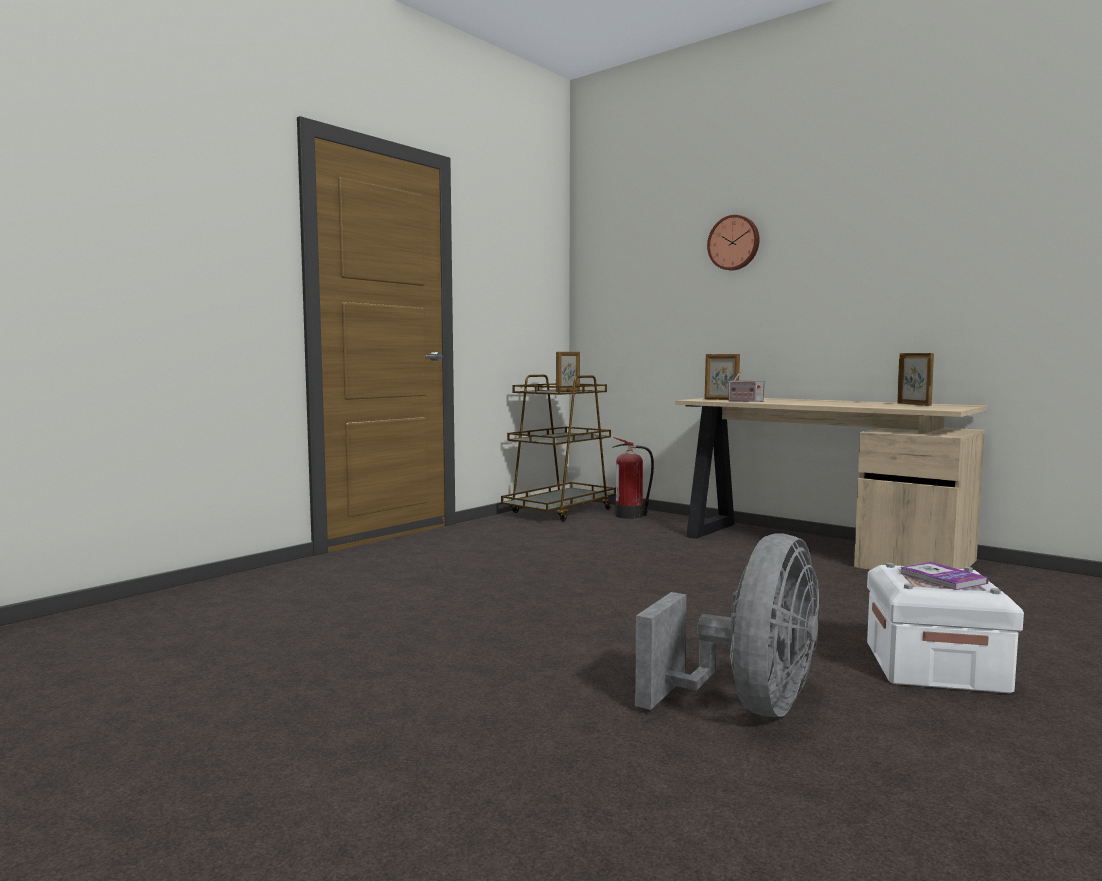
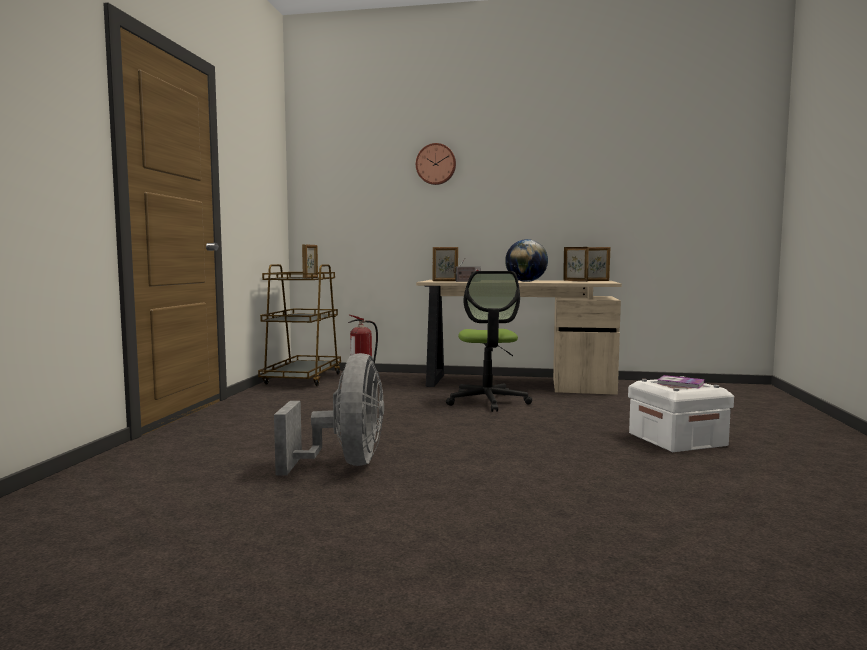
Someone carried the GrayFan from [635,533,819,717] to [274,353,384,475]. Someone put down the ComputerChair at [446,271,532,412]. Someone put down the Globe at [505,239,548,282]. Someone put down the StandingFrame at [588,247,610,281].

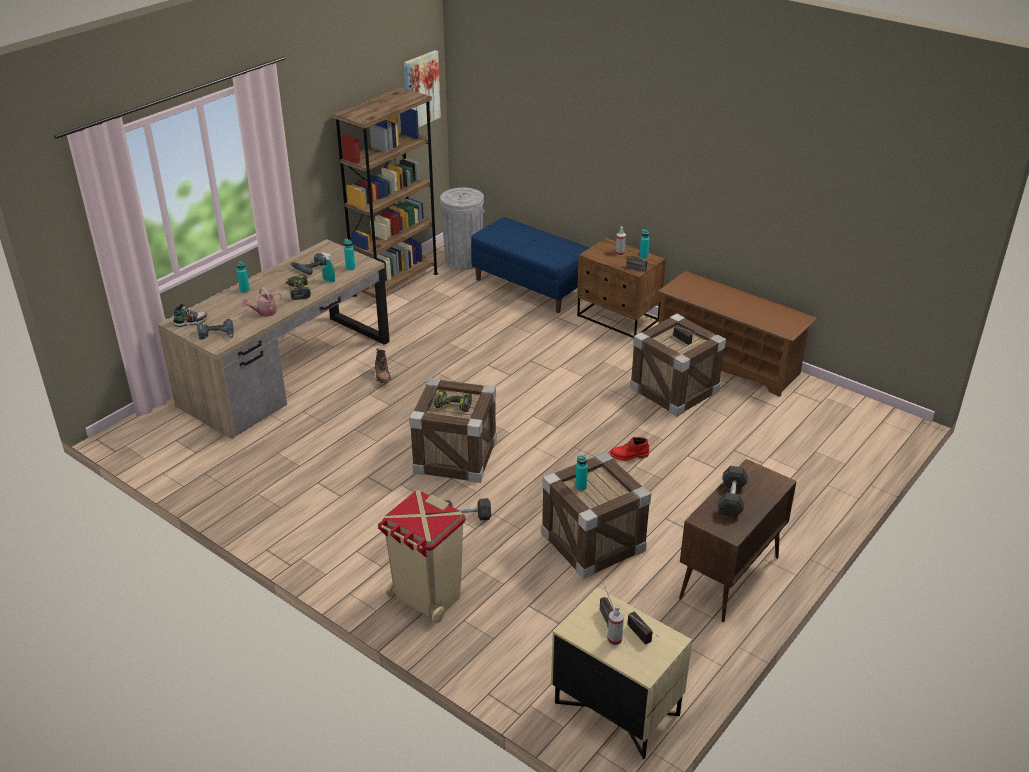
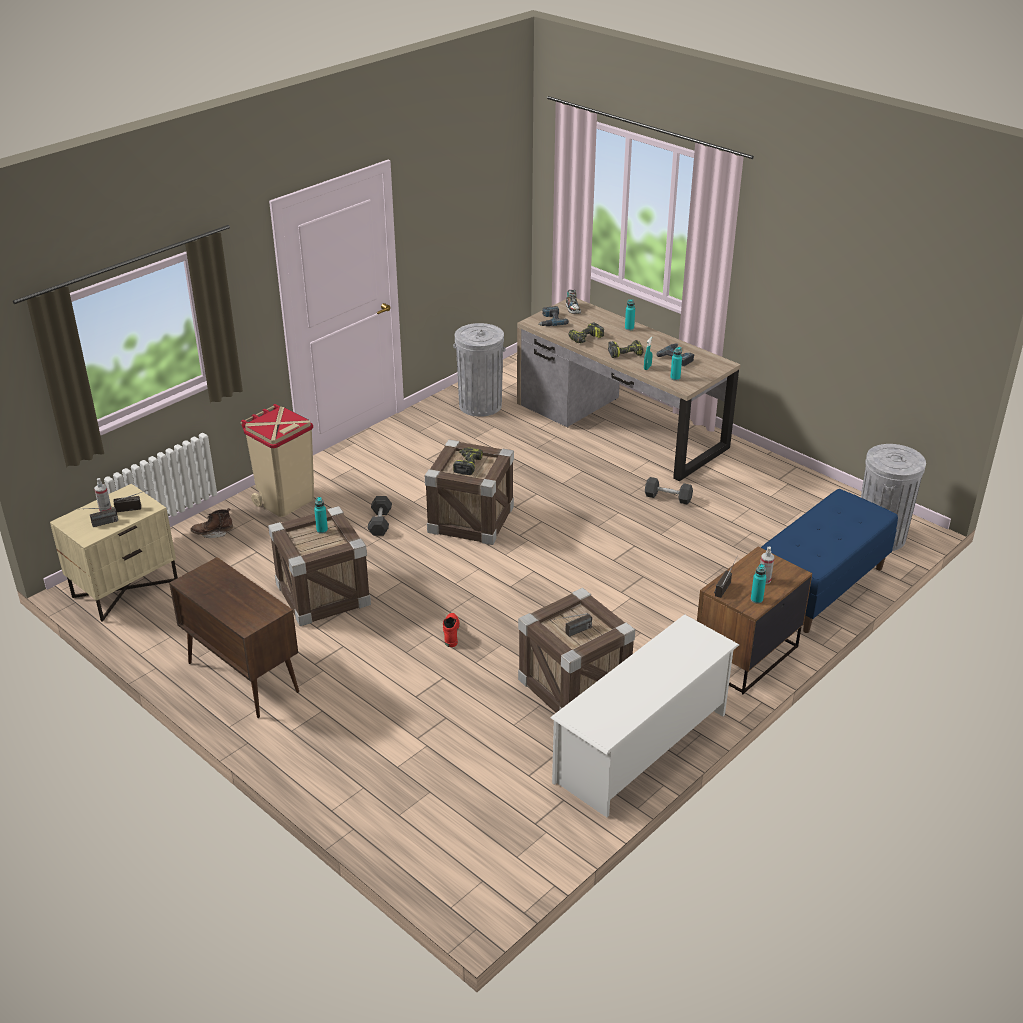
Someone swapped the WateringPot at [242,287,282,317] for the Drill at [569,323,604,343]. Someone took away the BrownBookshelf at [333,87,438,298]. Someone carried the BrownHighTopBoot from [372,348,392,383] to [191,508,233,538]. Someone took away the WallPicture at [404,50,441,127]. Someone repainted the BrownShoeShelf at [658,271,817,397], which became the WhiteShoeShelf at [550,614,739,817]. Someone carried the GrayDumbbell from [718,466,748,517] to [645,477,693,505]. Someone put down the GrayRubbishBin at [453,323,505,417].

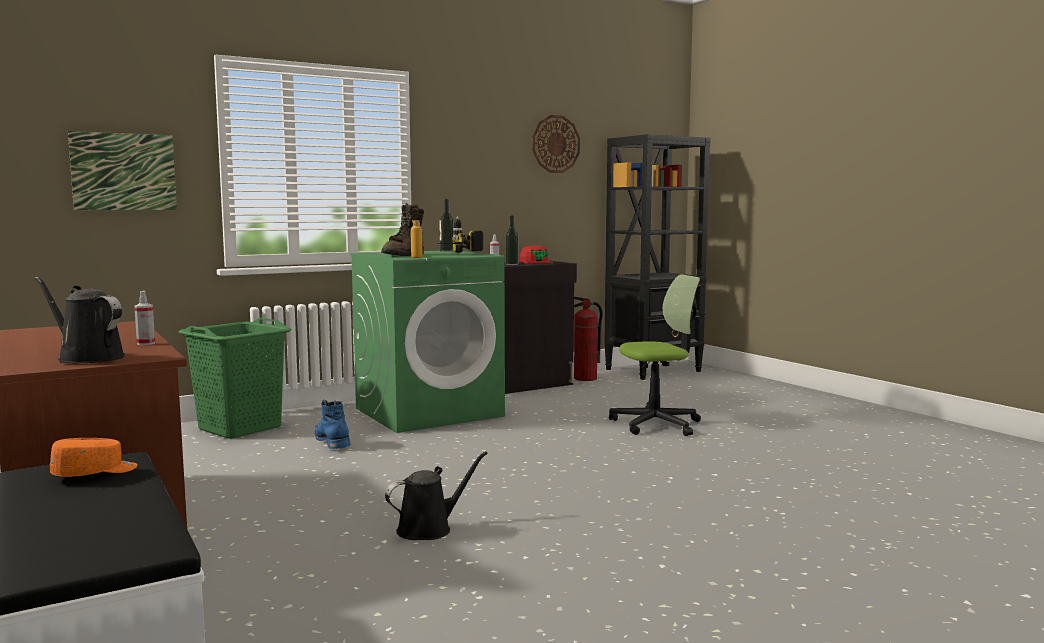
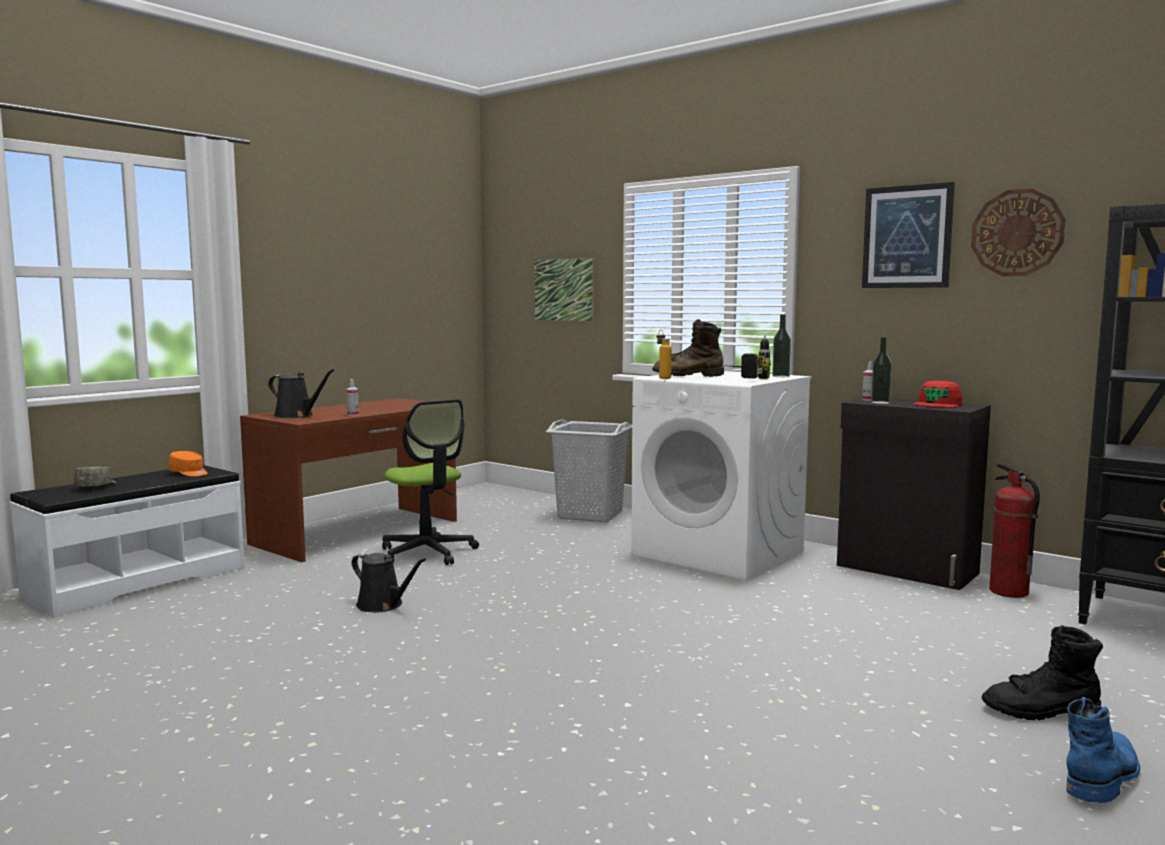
Someone rotated the BlackWateringPot at [35,277,125,363] by 105 degrees clockwise. Someone repainted the GreenishHamper at [178,318,291,439], which became the GrayHamper at [546,419,632,522]. Someone carried the BlueHighTopBoot from [315,400,351,449] to [1066,697,1141,803]. Someone repainted the GreenishLaundryMachine at [350,251,505,433], which became the WhiteLaundryMachine at [631,371,812,581]. Someone carried the ComputerChair from [609,274,701,436] to [382,399,479,565]. Someone put down the GrayPeakedCap at [74,466,117,486]. Someone put up the WallPicture at [862,182,955,288]. Someone put down the BlackHighTopBoot at [982,625,1103,720].

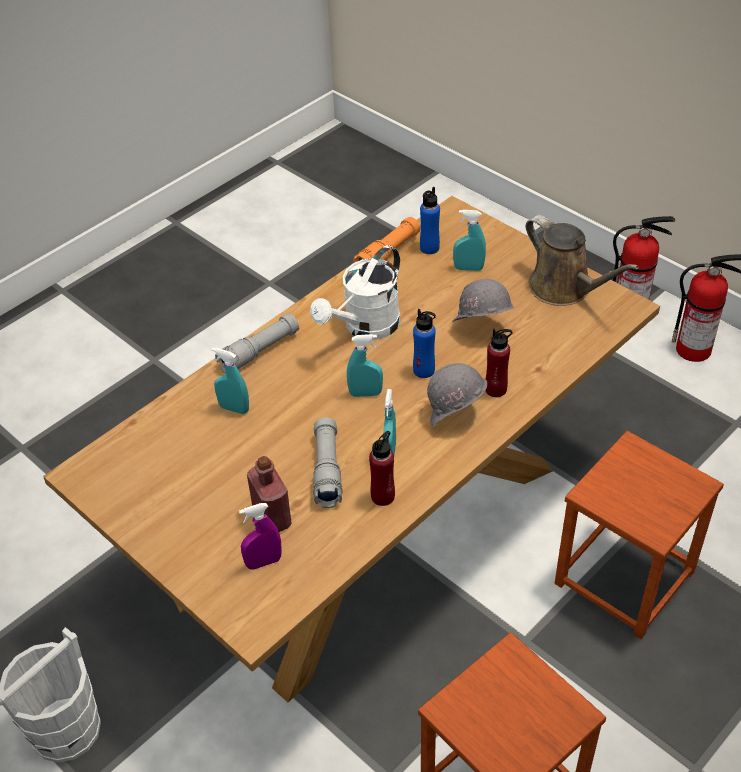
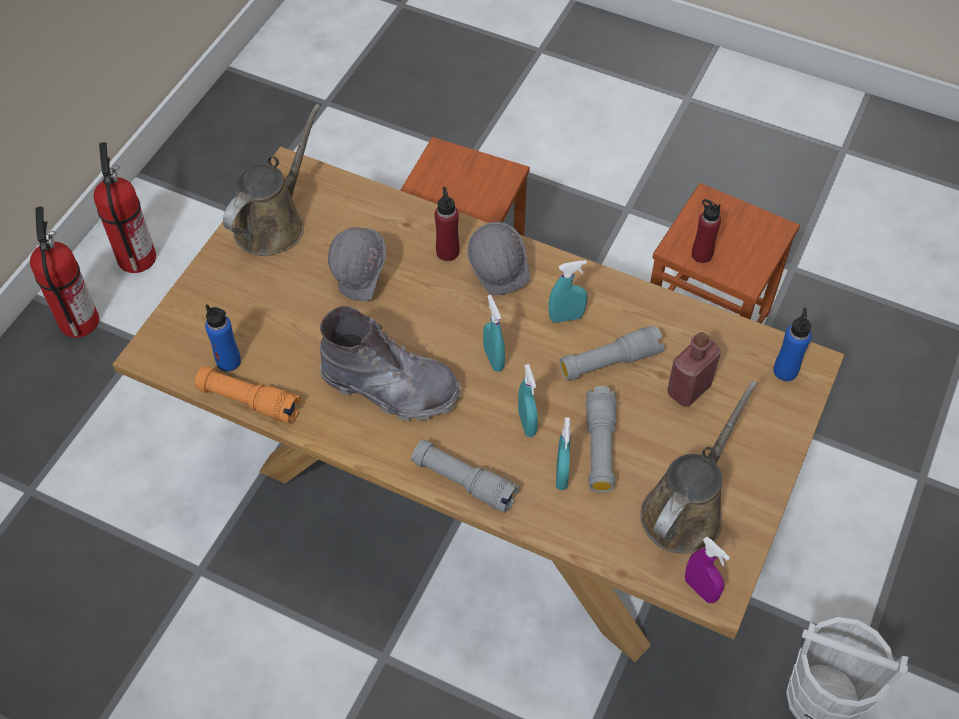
Someone carried the PurplishSprayBottle from [239,503,282,570] to [685,537,730,603]. Someone swapped the WhiteWateringPot at [310,245,400,340] for the GrayHighTopBoot at [319,306,461,421]. Someone carried the RedBeverageBottle from [369,431,395,506] to [692,199,721,263]. Someone carried the BlueBeverageBottle from [413,309,436,378] to [773,308,812,381]. Someone carried the TurquoiseColouredSprayBottle from [453,210,486,271] to [518,364,538,437]. Someone put down the GrayFlashlight at [586,386,617,493]. Someone put down the BrownWateringPot at [640,380,757,554].

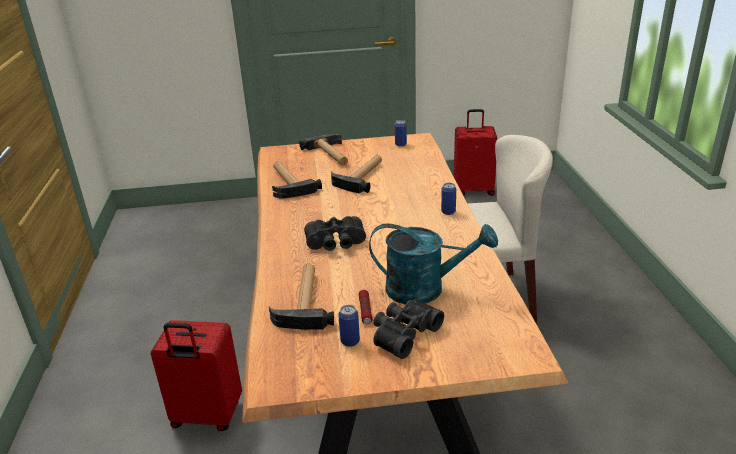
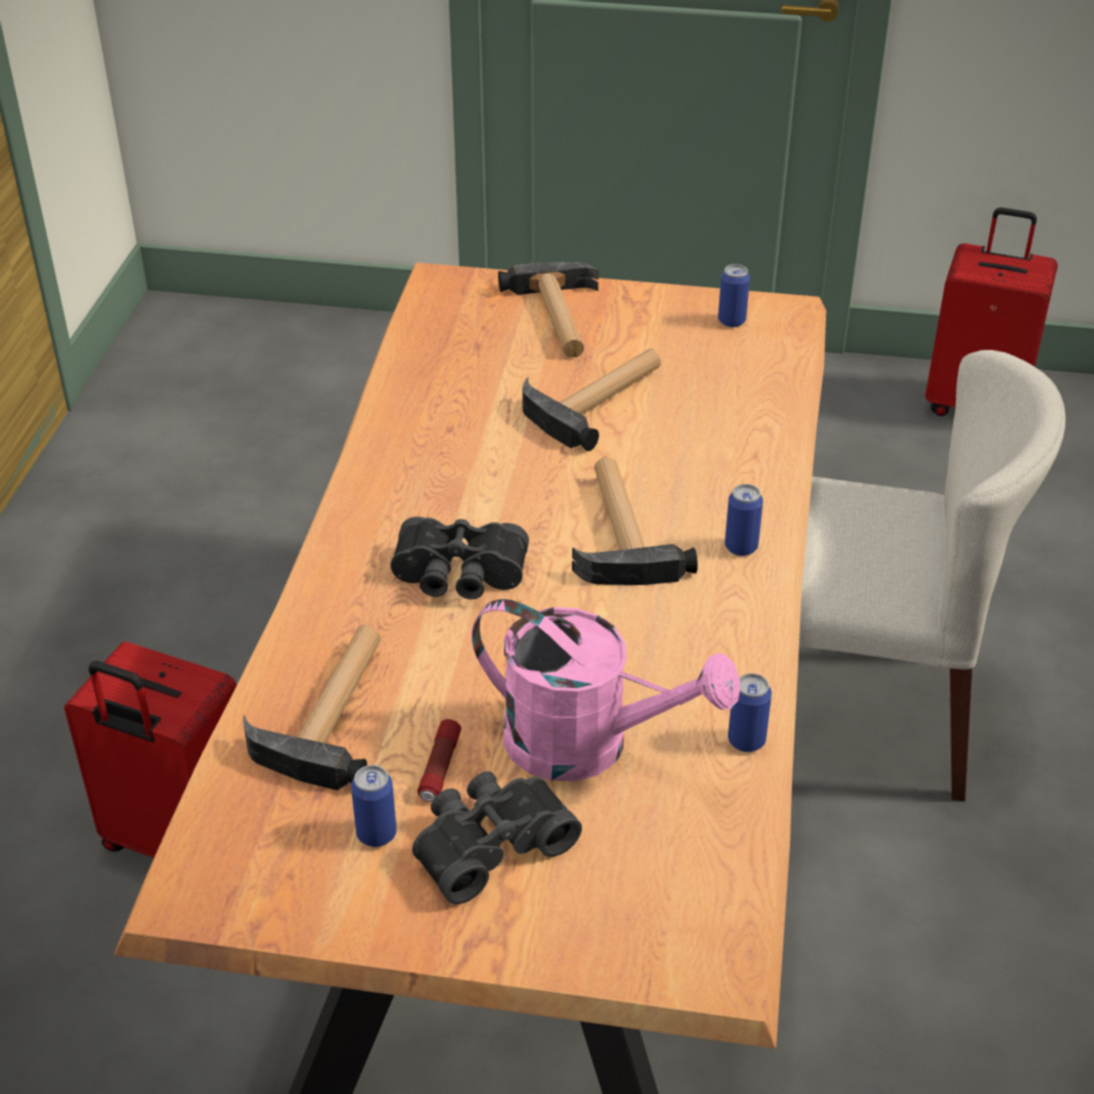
Someone carried the ToolHammer from [272,161,322,199] to [572,457,698,585]. Someone repainted the TurquoiseColouredWateringPot at [369,223,498,305], which became the PinkWateringPot at [472,599,740,781]. Someone put down the Can at [728,673,772,752].

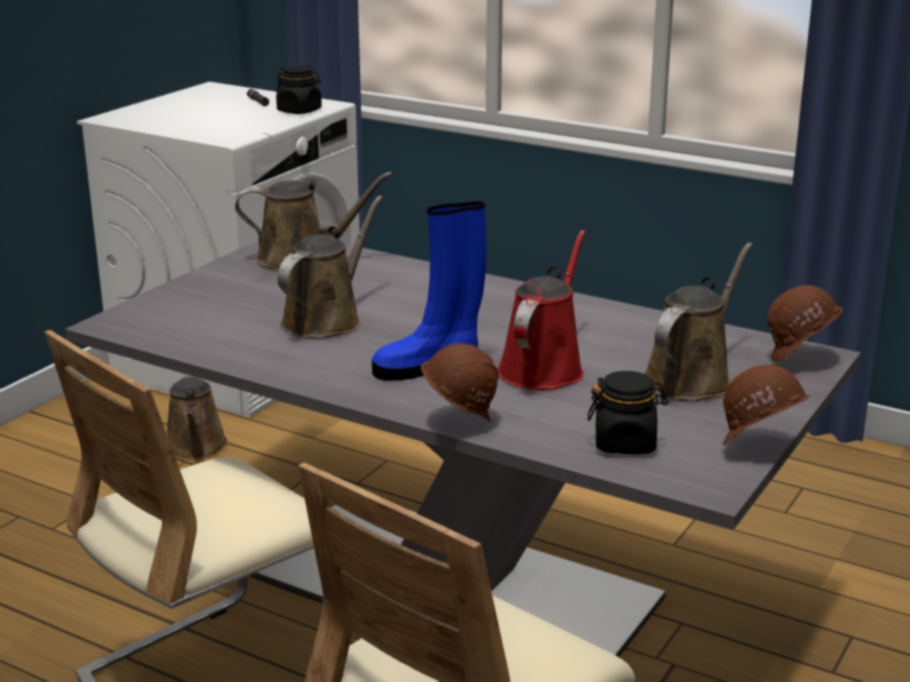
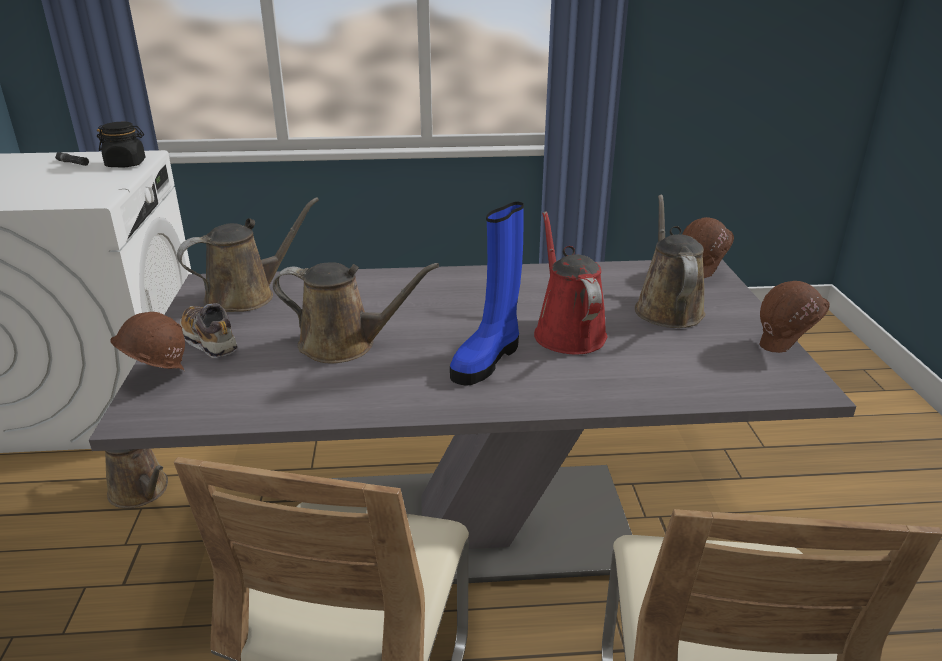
Someone rotated the BrownWateringPot at [277,196,383,338] by 105 degrees clockwise. Someone carried the BrownSafetyHelmet from [421,343,499,422] to [110,312,185,370]. Someone took away the BlackPreserveJar at [588,371,668,454]. Someone put down the Shoe at [180,304,238,358].

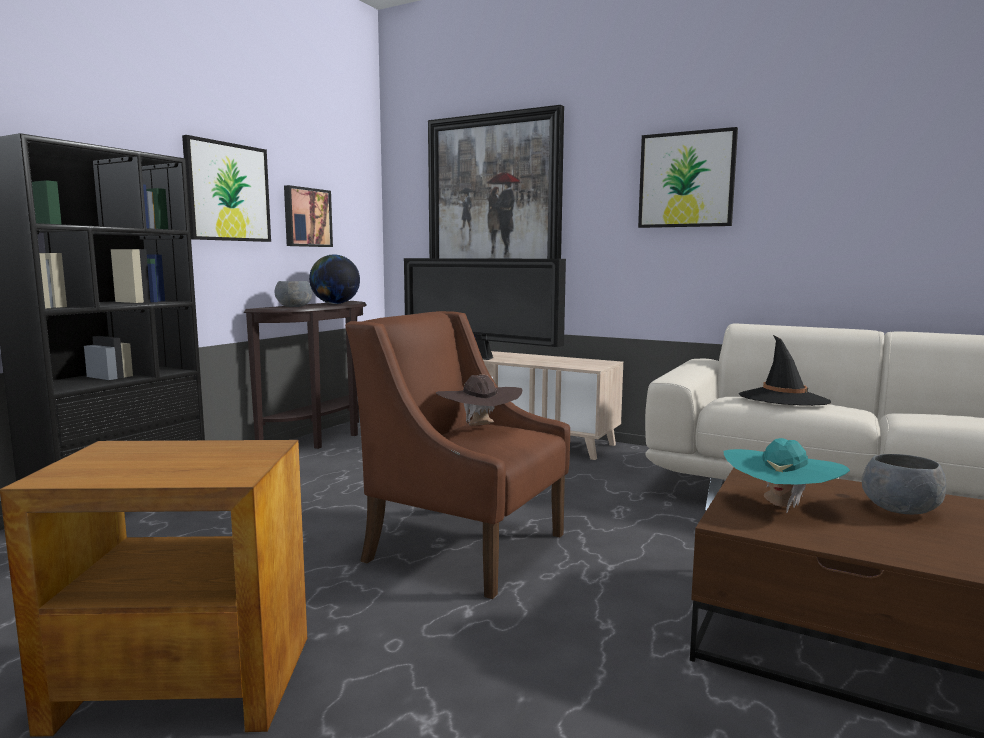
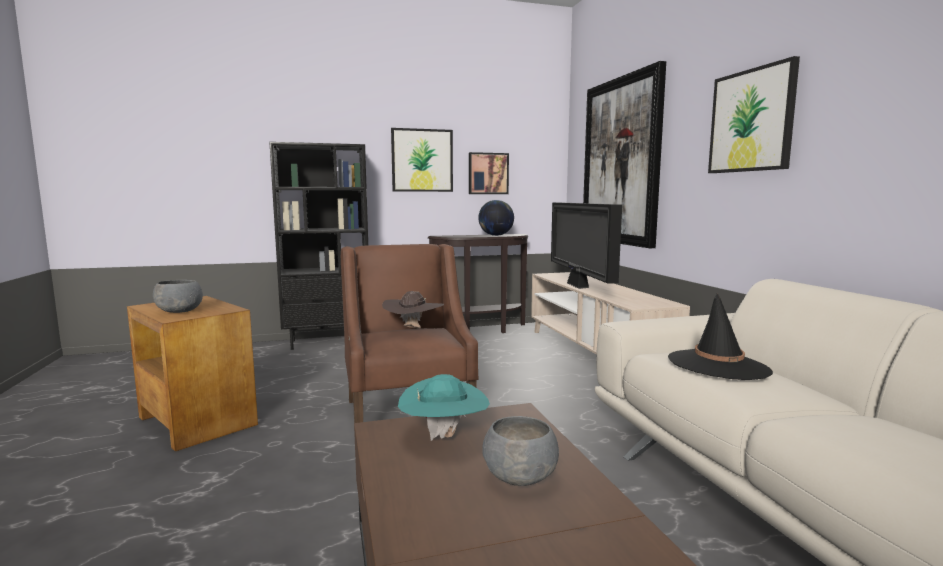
Someone carried the GrayServingBowl from [275,281,312,307] to [153,280,203,313].

